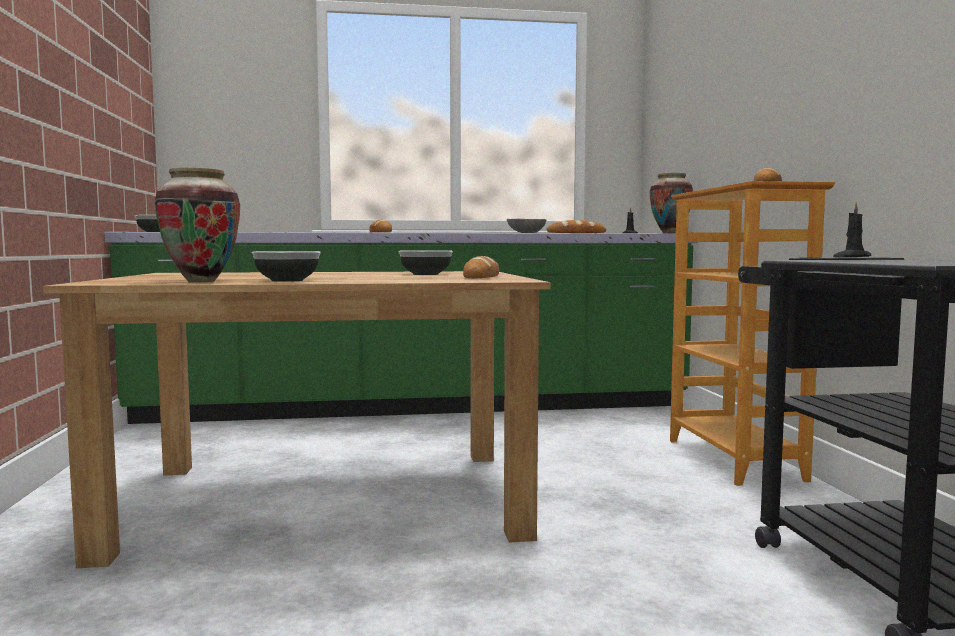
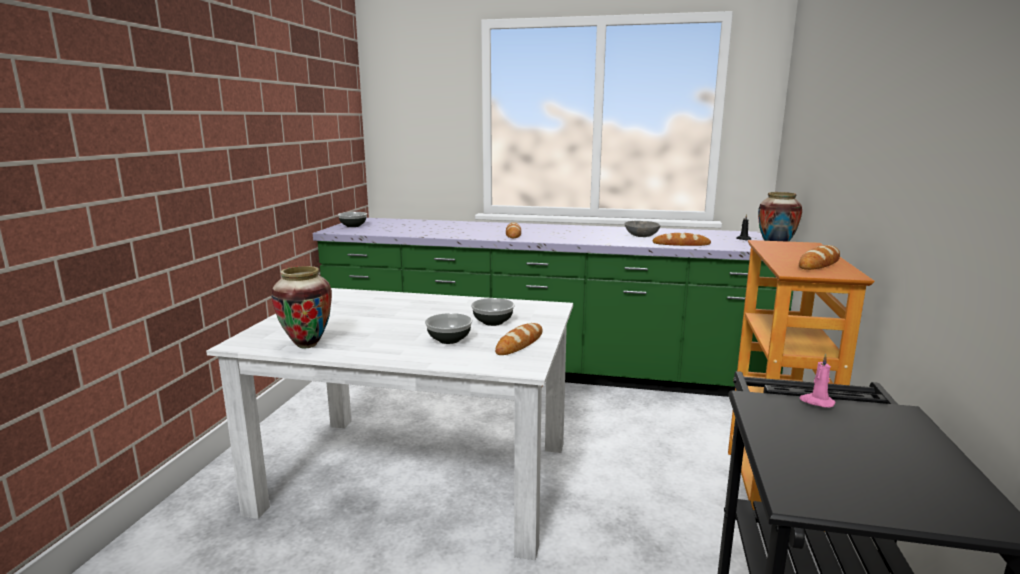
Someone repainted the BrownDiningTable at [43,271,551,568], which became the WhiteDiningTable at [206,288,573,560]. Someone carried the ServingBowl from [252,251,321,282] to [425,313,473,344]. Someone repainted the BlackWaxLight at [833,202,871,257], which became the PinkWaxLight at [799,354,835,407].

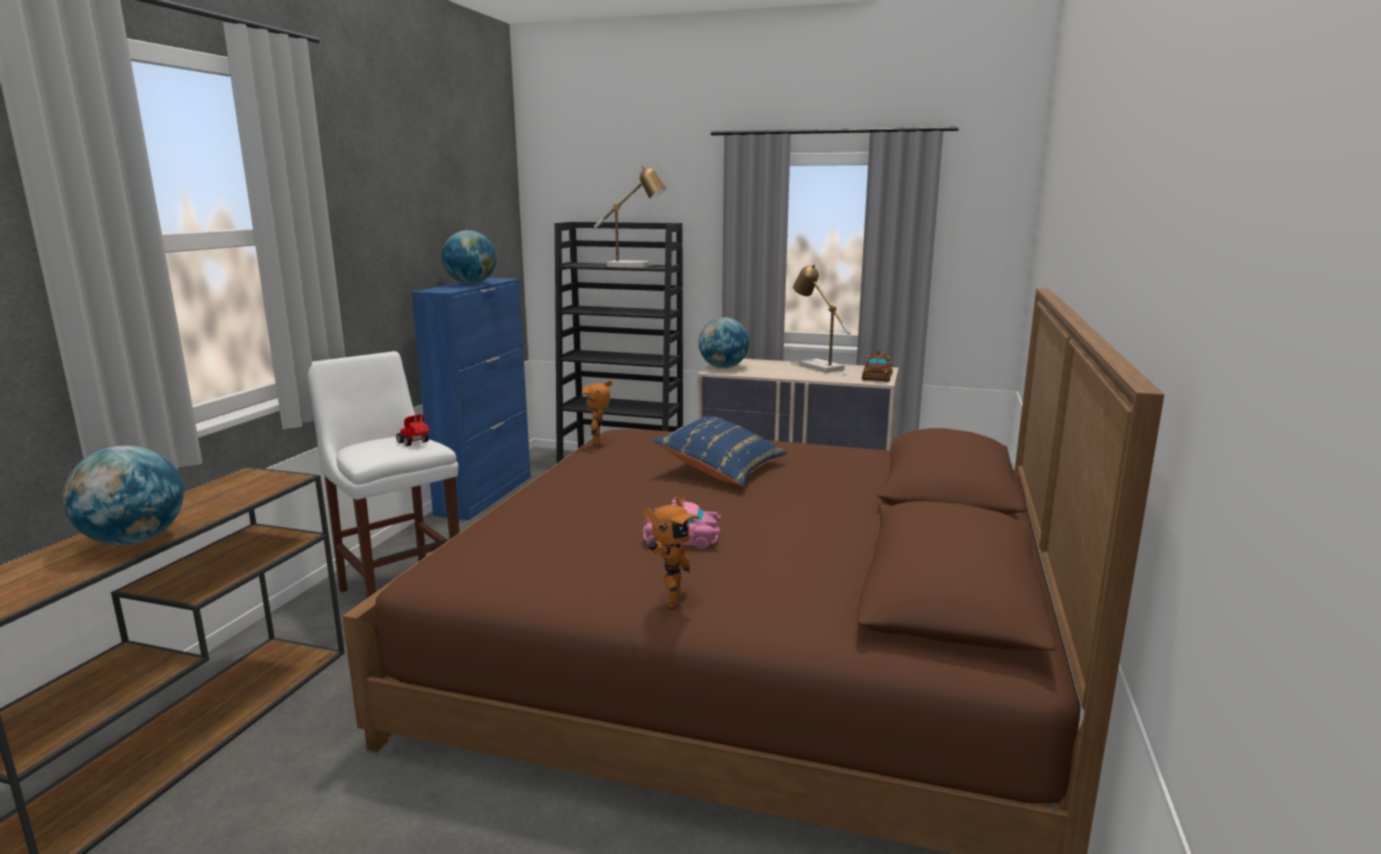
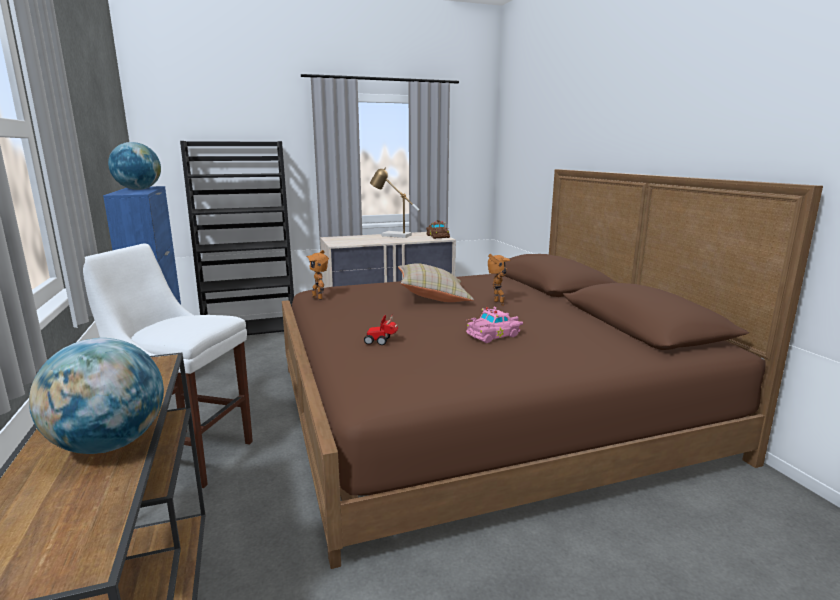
Someone carried the MiniatureCar from [396,413,429,446] to [364,312,398,345]. Someone took away the TableLamp at [594,166,666,268]. Someone carried the ToyRobot from [643,498,699,611] to [488,254,510,306]. Someone repainted the BlueCushion at [651,416,788,486], which became the BeigeColouredCushion at [398,263,474,302]. Someone took away the Globe at [699,317,749,368].

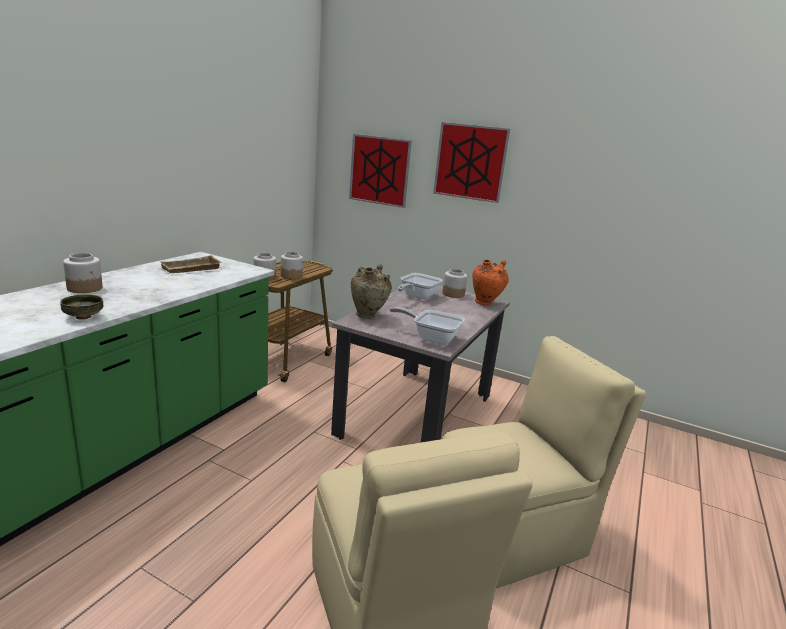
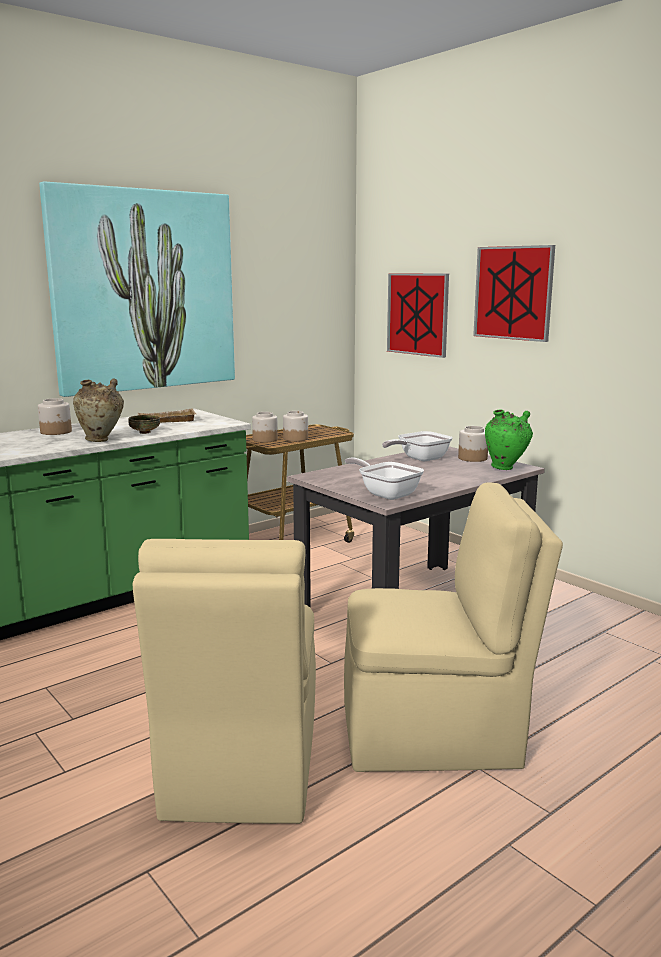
Someone carried the ServingBowl from [60,294,103,320] to [128,415,160,434]. Someone carried the BeigeColouredDecorativeVase from [351,264,392,319] to [73,378,124,442]. Someone repainted the OrangeColouredDecorativeVase at [472,260,509,306], which became the GreenishDecorativeVase at [485,410,533,470]. Someone put up the WallPicture at [39,182,235,397].

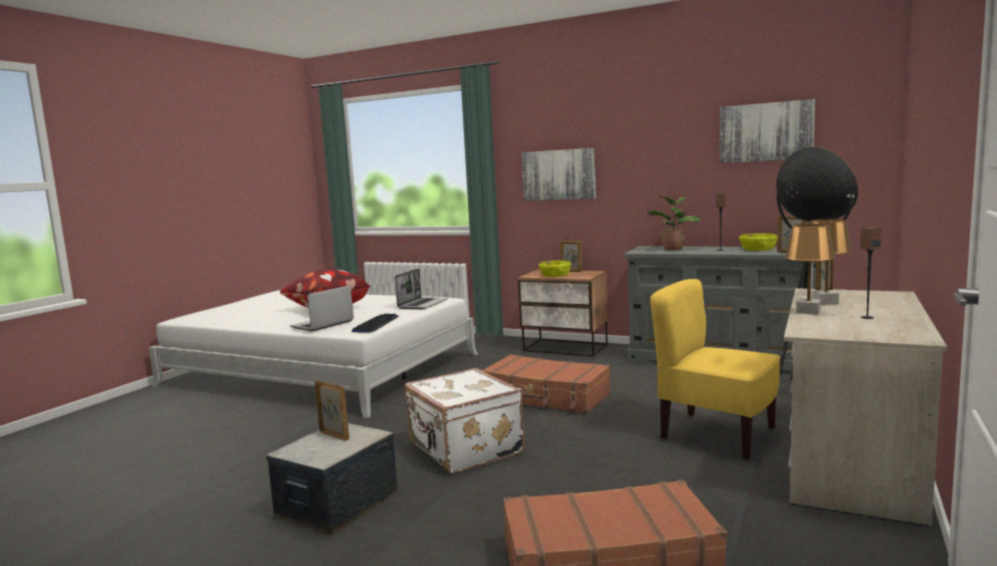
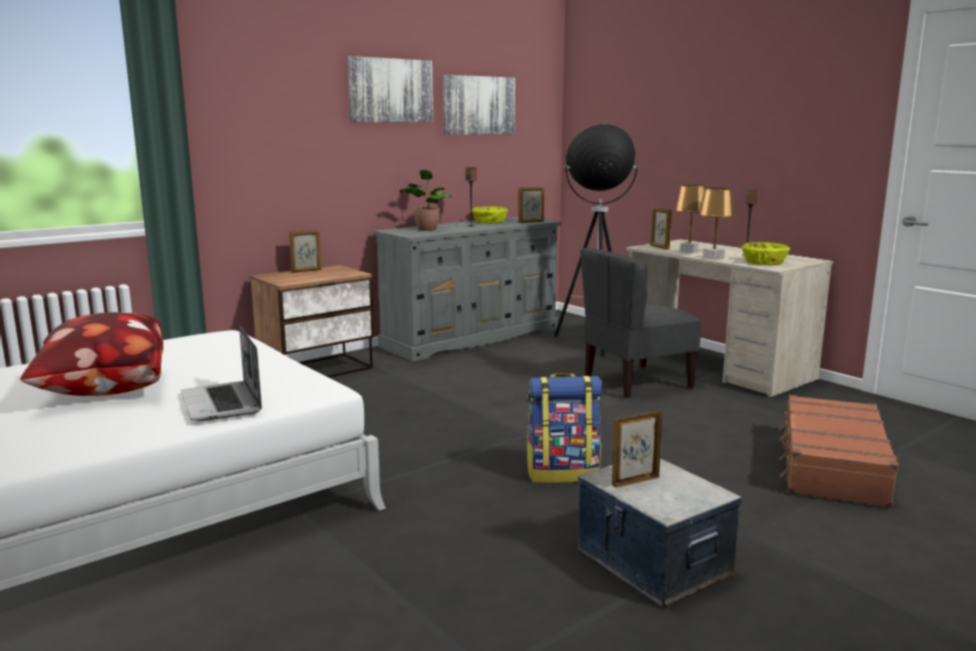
Someone took away the Keyboard at [352,314,399,333]. Someone took away the PortableComputer at [395,268,448,310]. Someone swapped the WhiteTravelCase at [405,368,525,474] for the Rucksack at [526,373,603,483]. Someone took away the BrownTravelCase at [482,354,611,414]. Someone carried the WallPicture from [522,148,596,201] to [348,56,433,122]. Someone carried the YellowishServingBowl from [539,260,572,277] to [741,242,790,265]. Someone repainted the YellowishPlainChair at [650,279,780,460], which became the GrayPlainChair at [580,248,701,399].

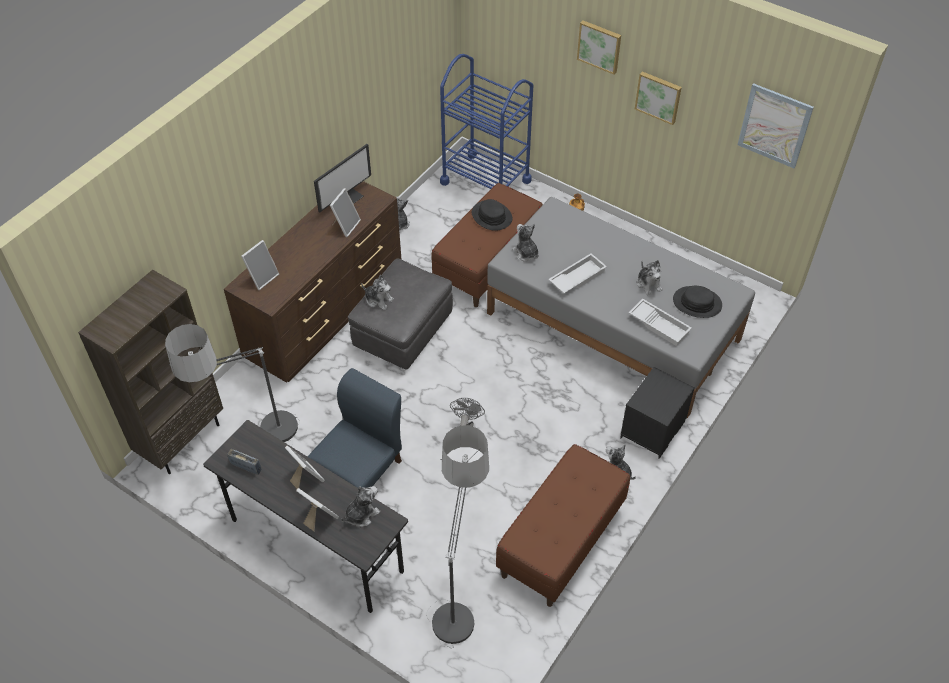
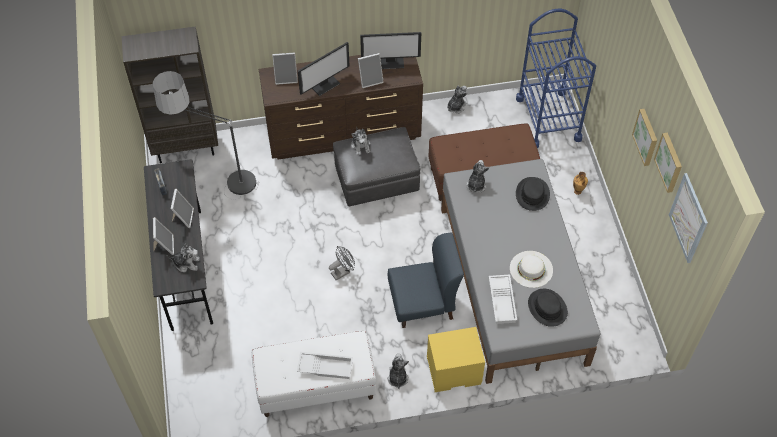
Someone carried the BluePlainChair from [307,368,402,488] to [388,233,464,328]. Someone took away the FloorLamp at [426,426,489,648]. Someone carried the BlackWearableHat from [472,199,512,231] to [516,177,550,211]. Someone repainted the BrownLongSeat at [496,444,630,607], which became the WhiteLongSeat at [252,330,376,417]. Someone carried the WhiteCarryingTray from [548,253,607,293] to [297,352,353,379]. Someone carried the WallPicture from [577,20,621,75] to [654,133,682,193]. Someone repainted the BlackBedsideTable at [620,367,694,459], which became the YellowishBedsideTable at [427,327,485,392]. Someone swapped the CuddlyToy at [637,260,663,295] for the WhiteWearableHat at [510,251,553,288]. Someone put down the ComputerDisplay at [298,42,349,96].

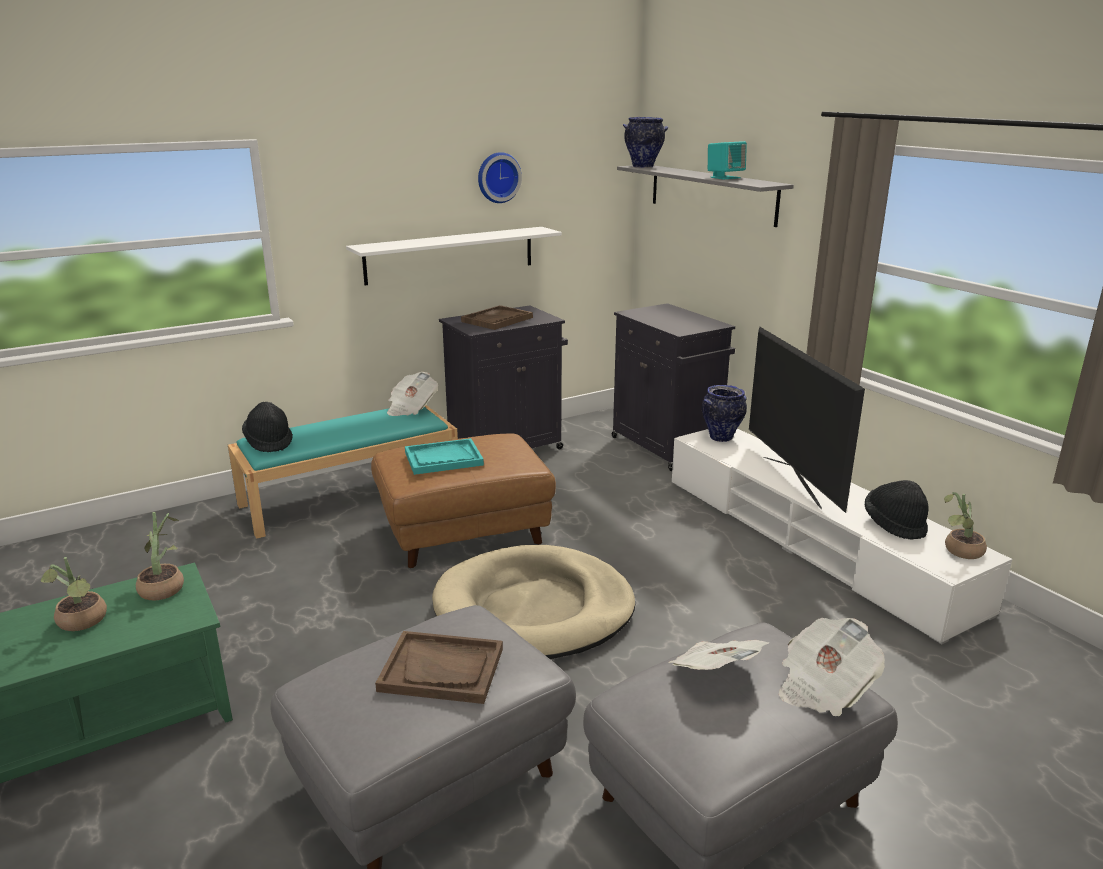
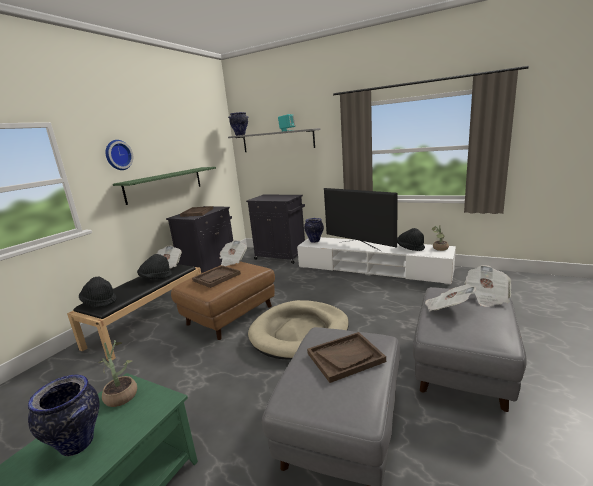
Someone swapped the Houseplant at [40,557,107,631] for the DecorativeVase at [28,375,100,456]. Someone repainted the TurquoiseColouredLongSeat at [228,405,458,539], which became the BlackLongSeat at [67,264,201,361]. Someone repainted the WhiteShelf at [346,227,562,285], which became the GreenishShelf at [113,167,216,205]. Someone repainted the TurquoiseColouredCarryingTray at [405,438,484,475], which became the BrownCarryingTray at [192,265,241,288]. Someone carried the ClockOnTheWall from [478,152,522,203] to [106,140,133,170]. Someone put down the BlackWearableHat at [137,254,172,279]. Someone put down the DailyPaper at [220,240,247,266].

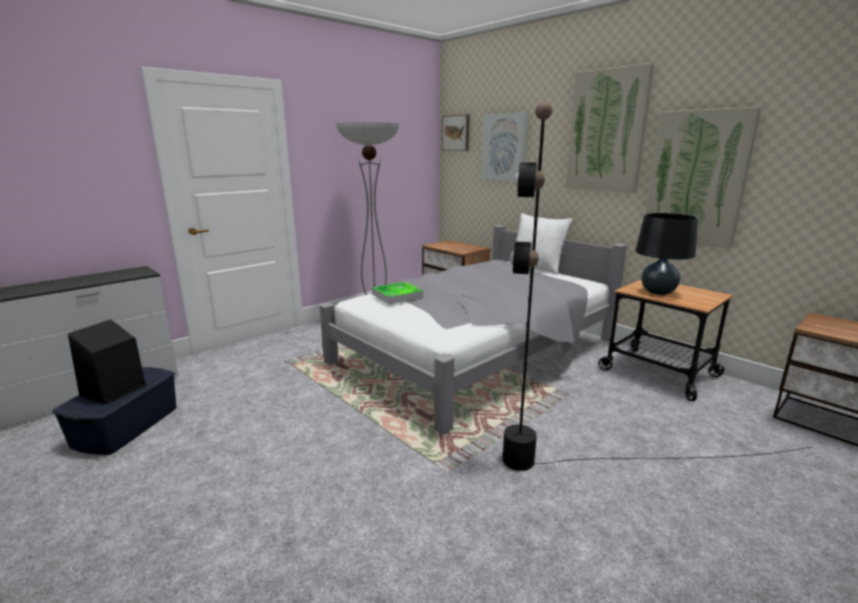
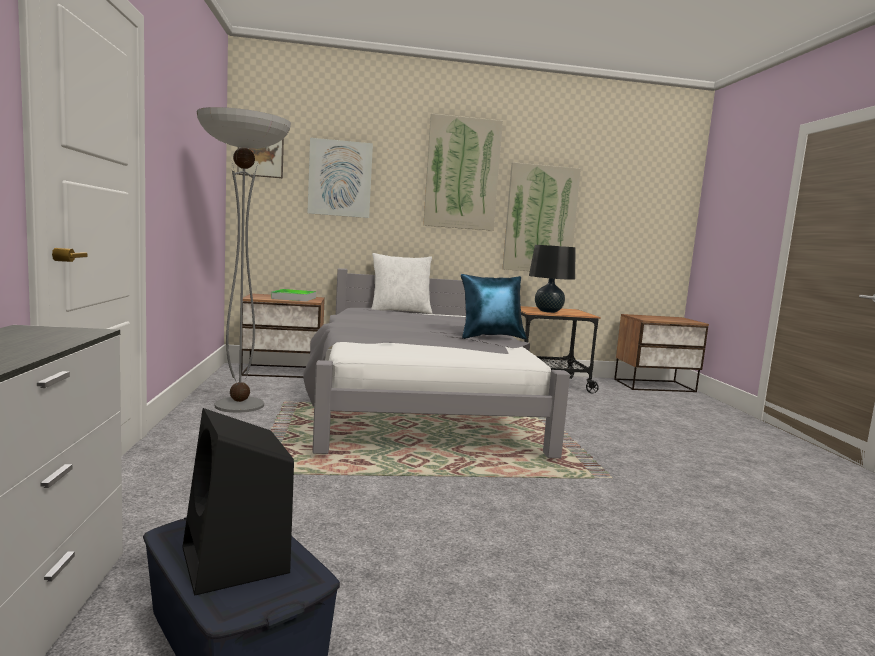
Someone carried the CarryingTray from [372,282,423,304] to [271,289,316,301]. Someone took away the BlackFloorLamp at [503,102,810,471]. Someone put down the BlueCushion at [461,274,527,339].

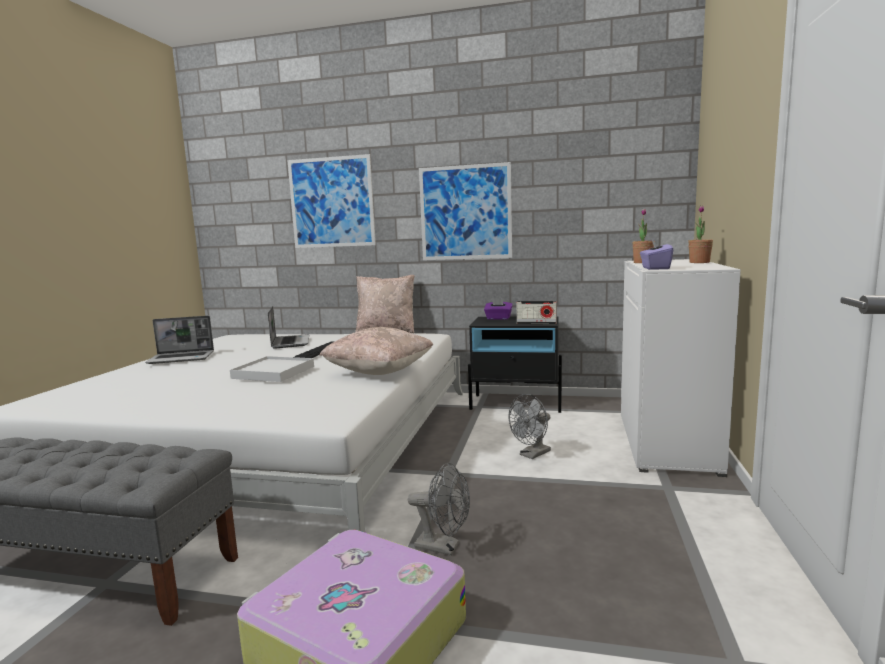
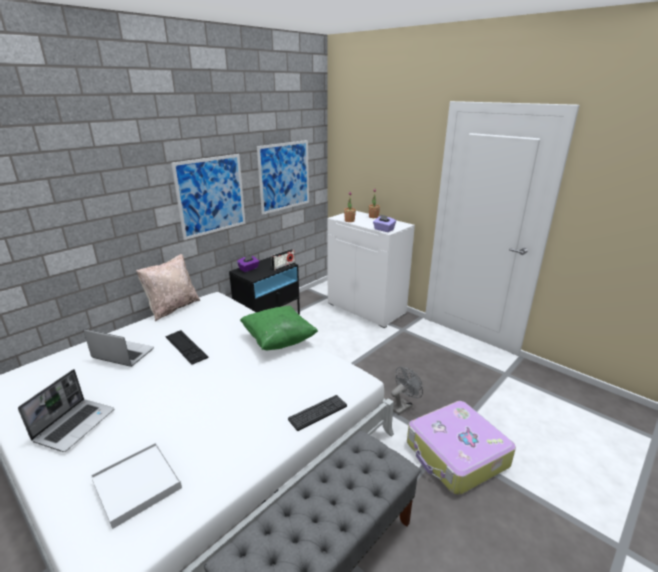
Someone carried the WhiteCarryingTray from [230,356,314,382] to [91,442,182,529]. Someone carried the WallPicture from [288,154,376,248] to [257,140,309,215]. Someone repainted the BeigeColouredCushion at [320,327,433,375], which became the GreenishCushion at [240,306,318,350]. Someone took away the GrayFan at [509,394,551,459]. Someone put down the Keyboard at [288,395,347,431].

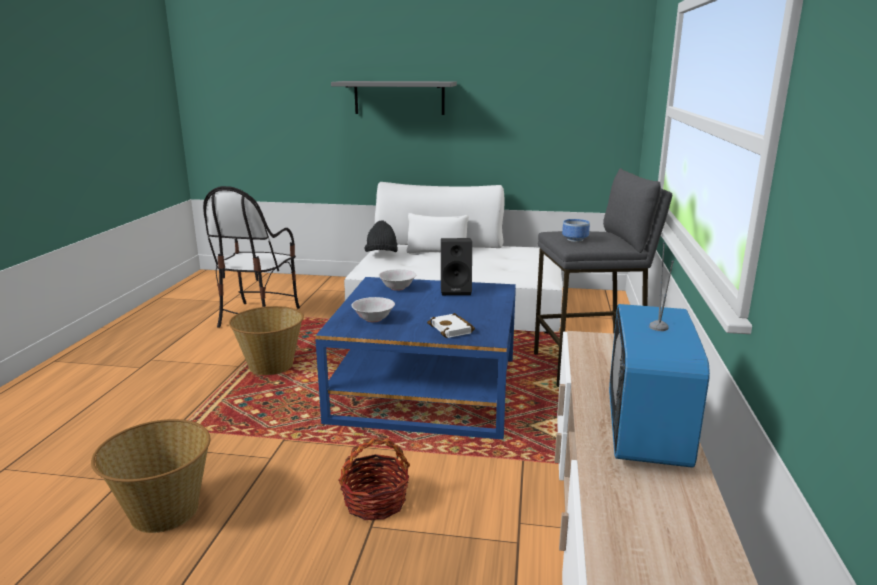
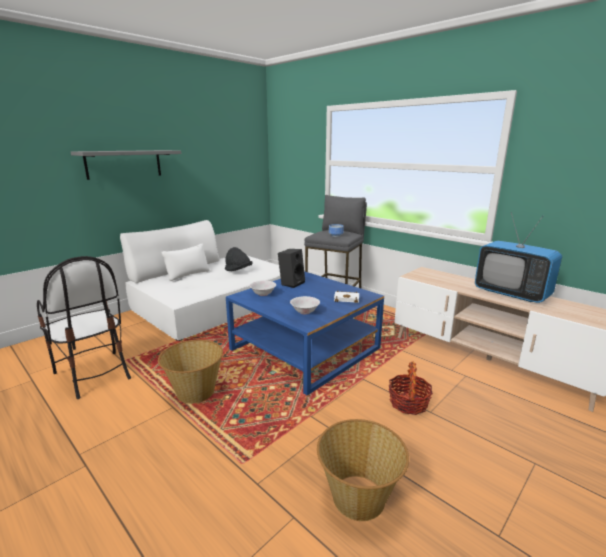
Someone carried the BlackWearableHat from [365,220,398,252] to [225,247,252,271].

